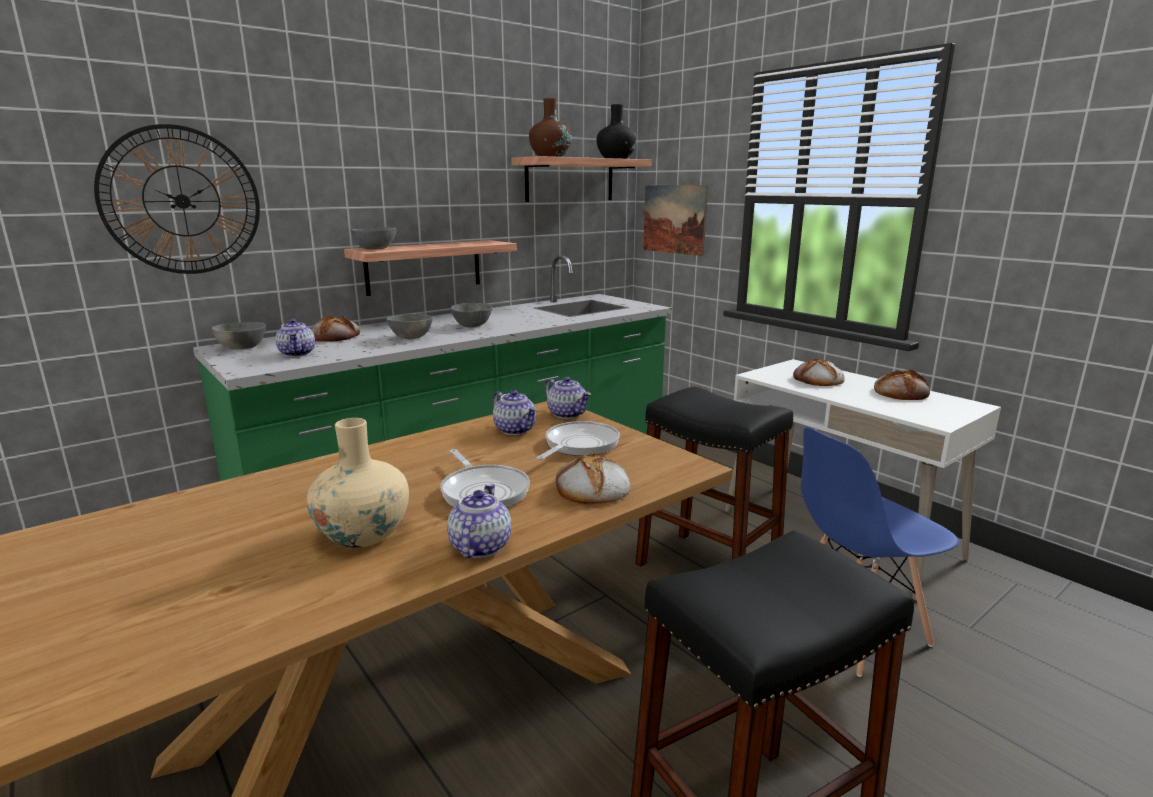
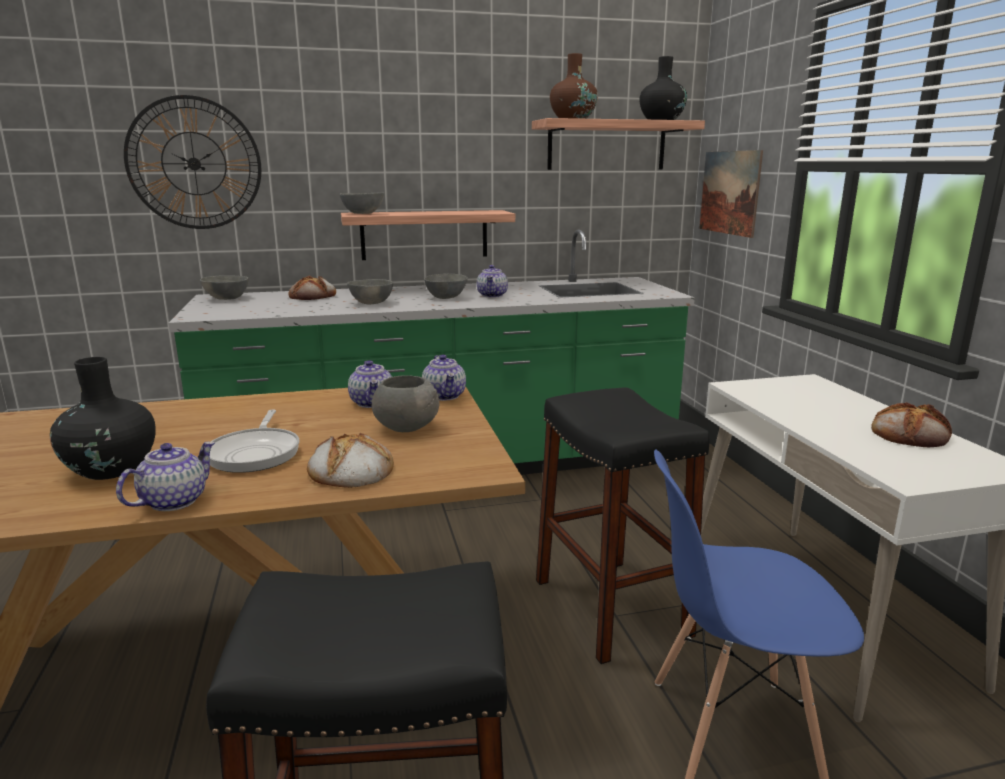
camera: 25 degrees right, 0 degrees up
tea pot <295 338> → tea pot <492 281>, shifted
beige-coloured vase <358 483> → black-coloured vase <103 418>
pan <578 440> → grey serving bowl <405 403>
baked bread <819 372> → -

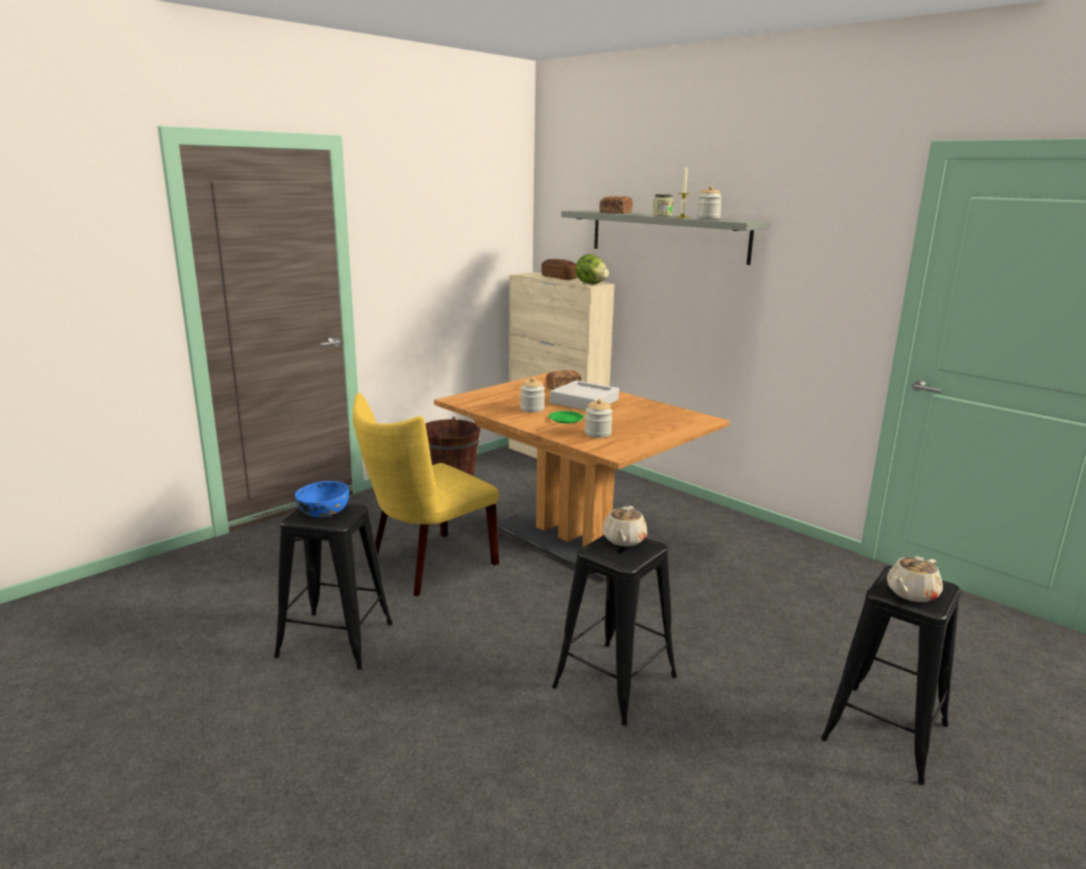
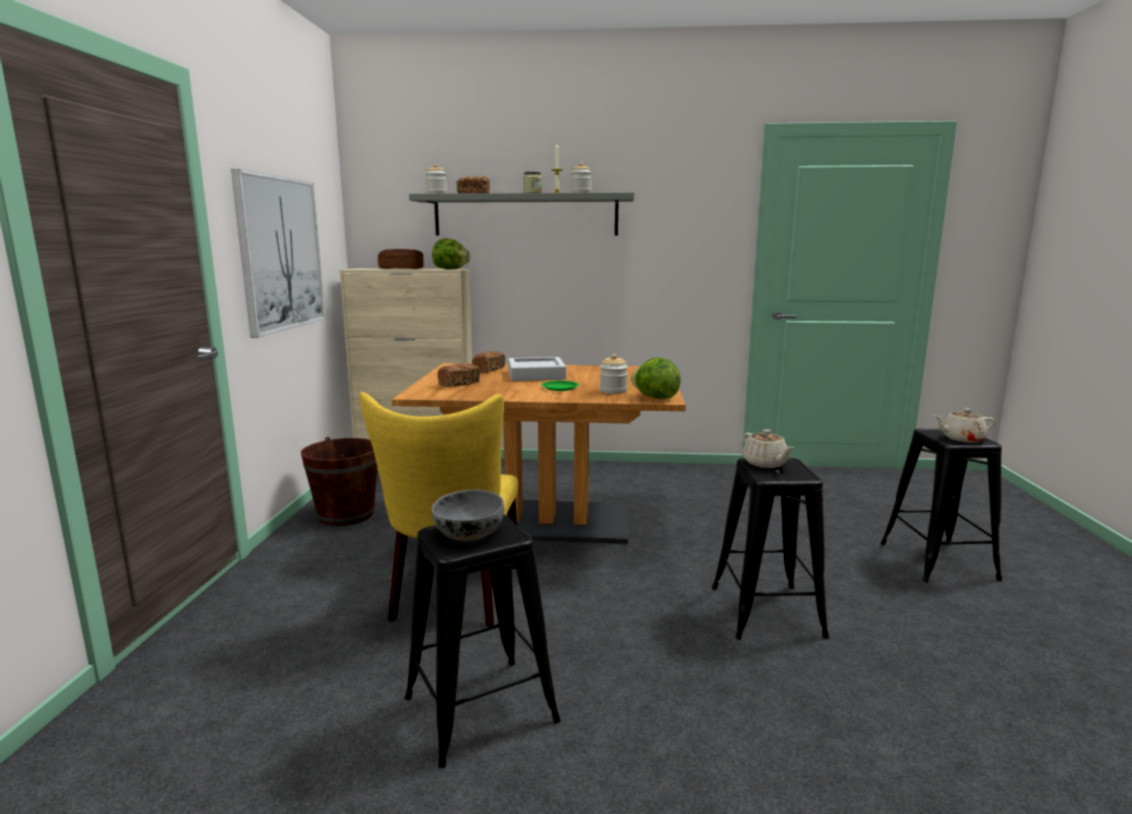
camera: 40 degrees left, 5 degrees down
blue serving bowl <322 499> → grey serving bowl <468 515>
jar <532 395> → jar <436 179>, shifted
beige-coloured tea pot <915 579> → beige-coloured tea pot <965 425>, 75 degrees clockwise
- → picture <278 253>
- → baked bread <458 375>
- → lettuce head <656 378>

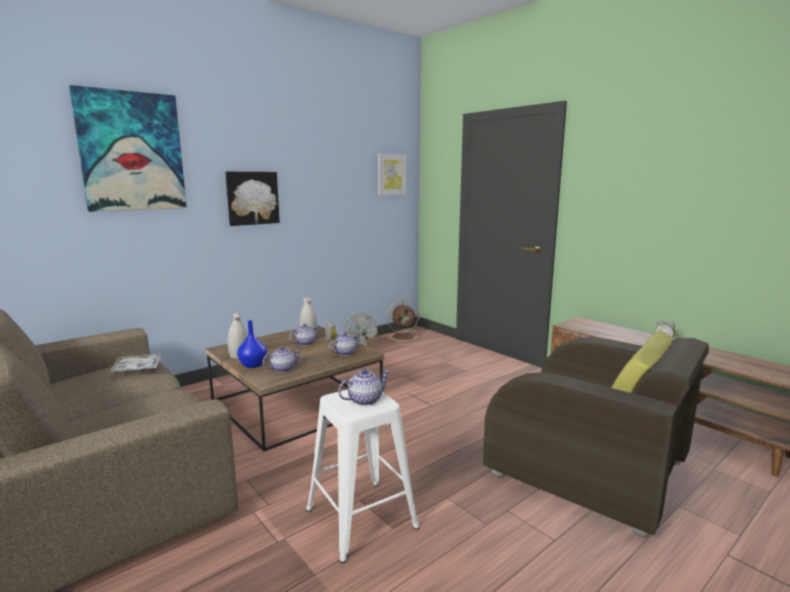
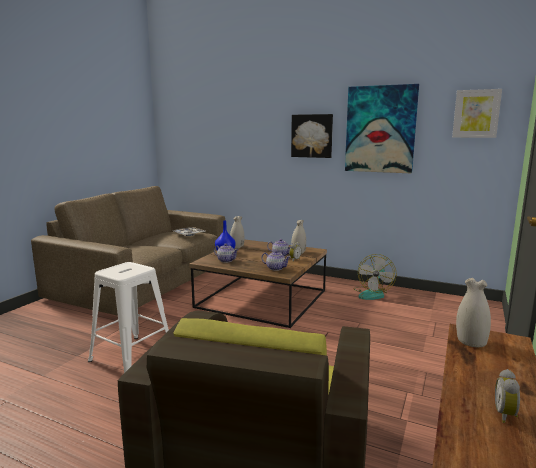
camera: 65 degrees right, 0 degrees up
picture <128 148> → picture <382 129>, shifted
tea pot <364 387> → -
brownish fan <402 321> → -
- → white vase <473 312>

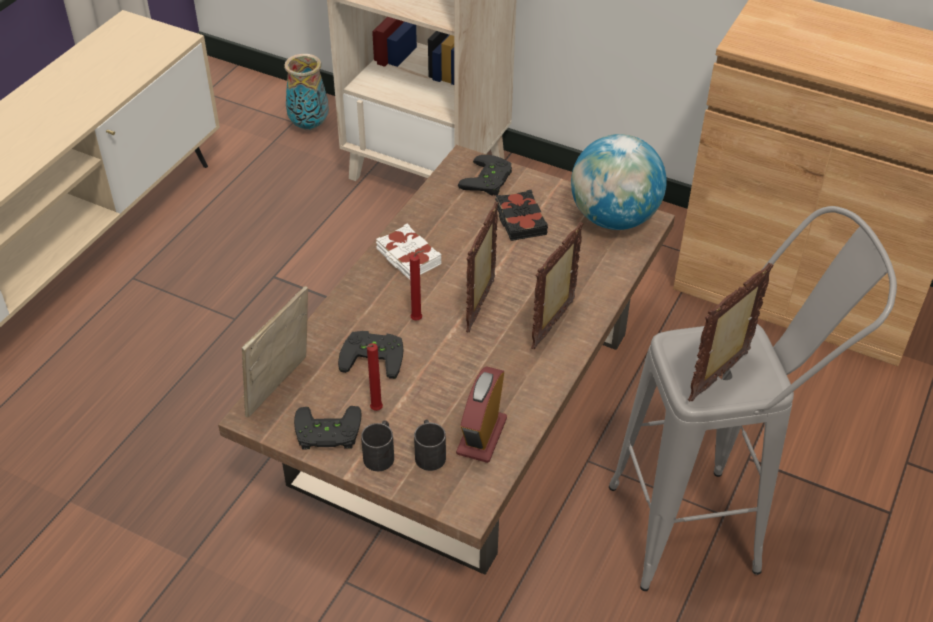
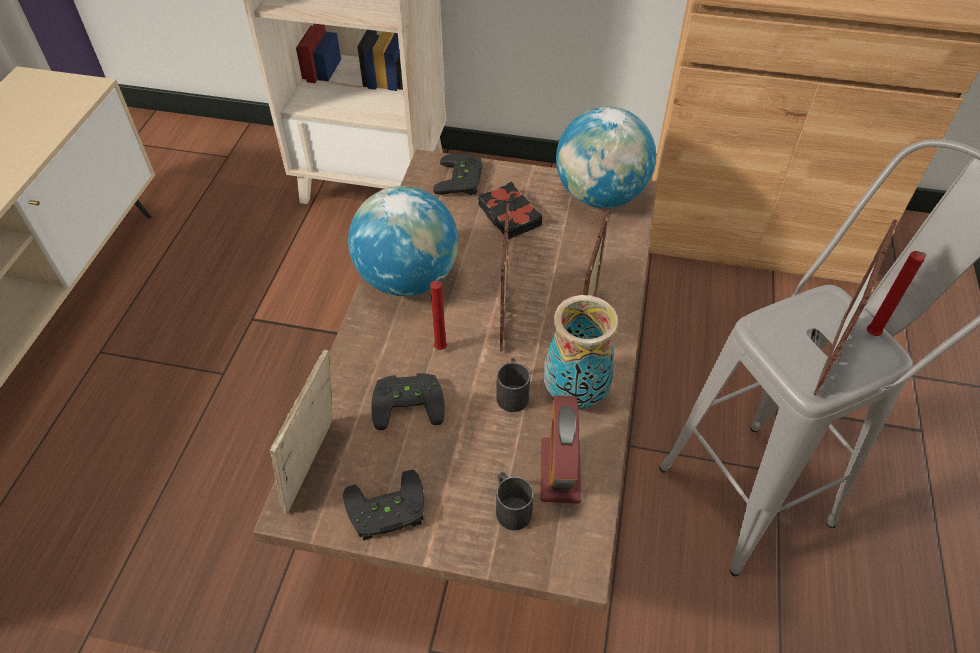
camera: 15 degrees left, 5 degrees up
vase <306 92> → vase <581 352>, shifted
black-coloured tea mug <377 445> → black-coloured tea mug <513 385>, shifted
reddish wax candle <374 377> → reddish wax candle <897 293>, shifted
white book <409 252> → desk globe <403 241>

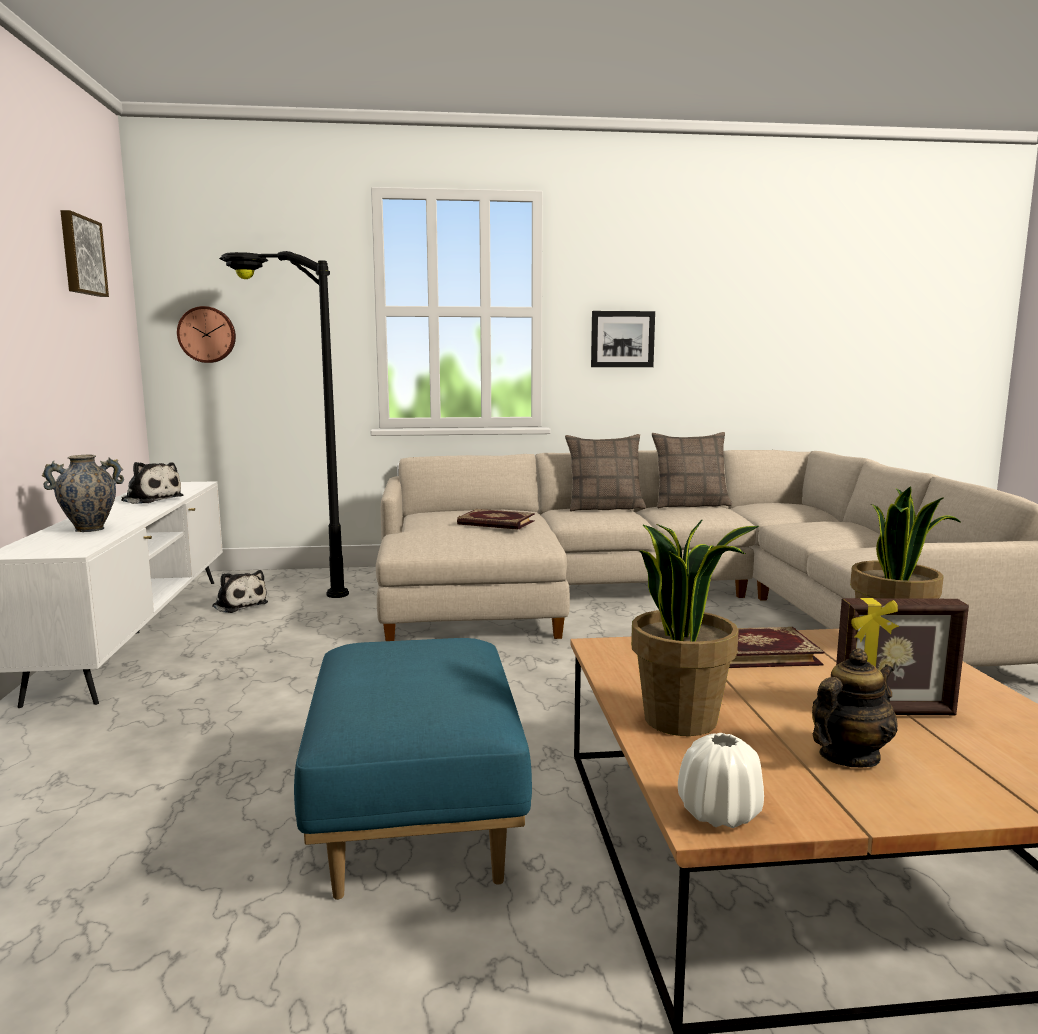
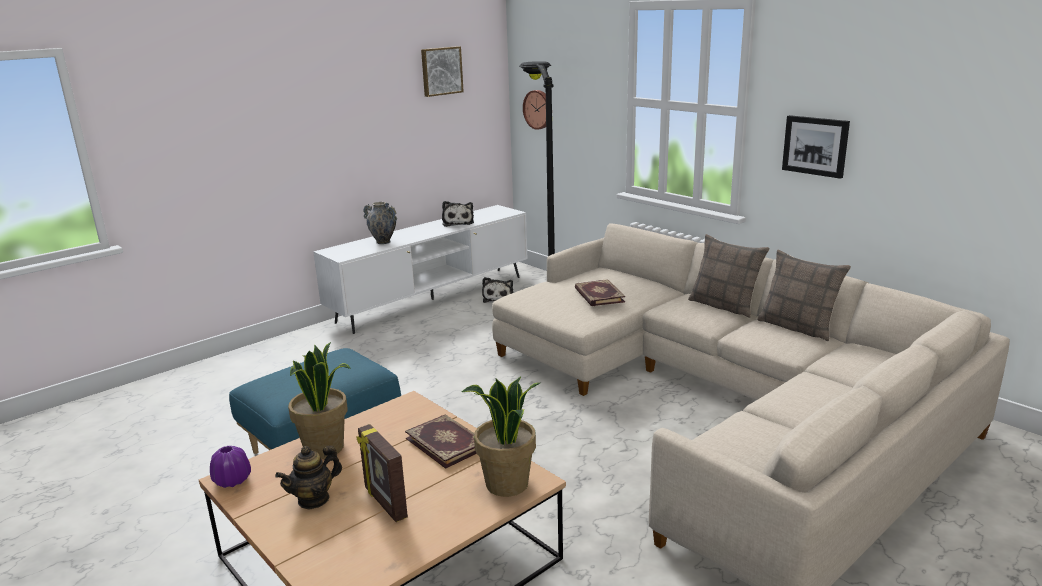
camera: 55 degrees right, 10 degrees up
white vase <721 780> → purplish vase <230 467>
tea pot <855 707> → tea pot <308 477>, 120 degrees clockwise

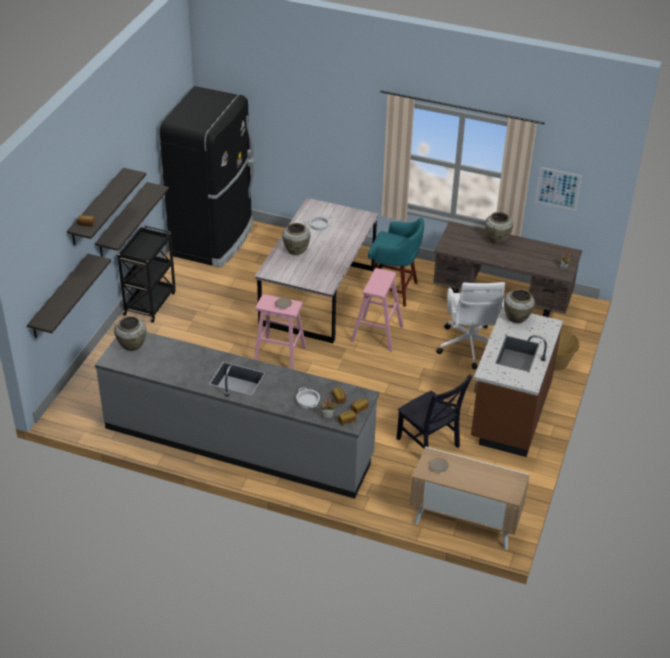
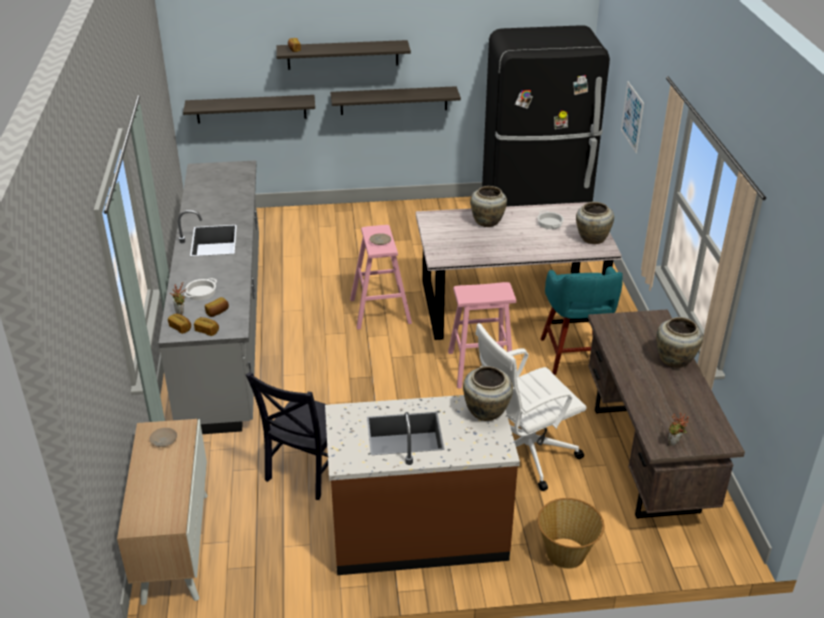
camera: 65 degrees right, 5 degrees down
beige-coloured vase <130 333> → beige-coloured vase <595 223>, shifted
black-coloured cart <146 274> → -
picture <558 189> → picture <632 117>, shifted

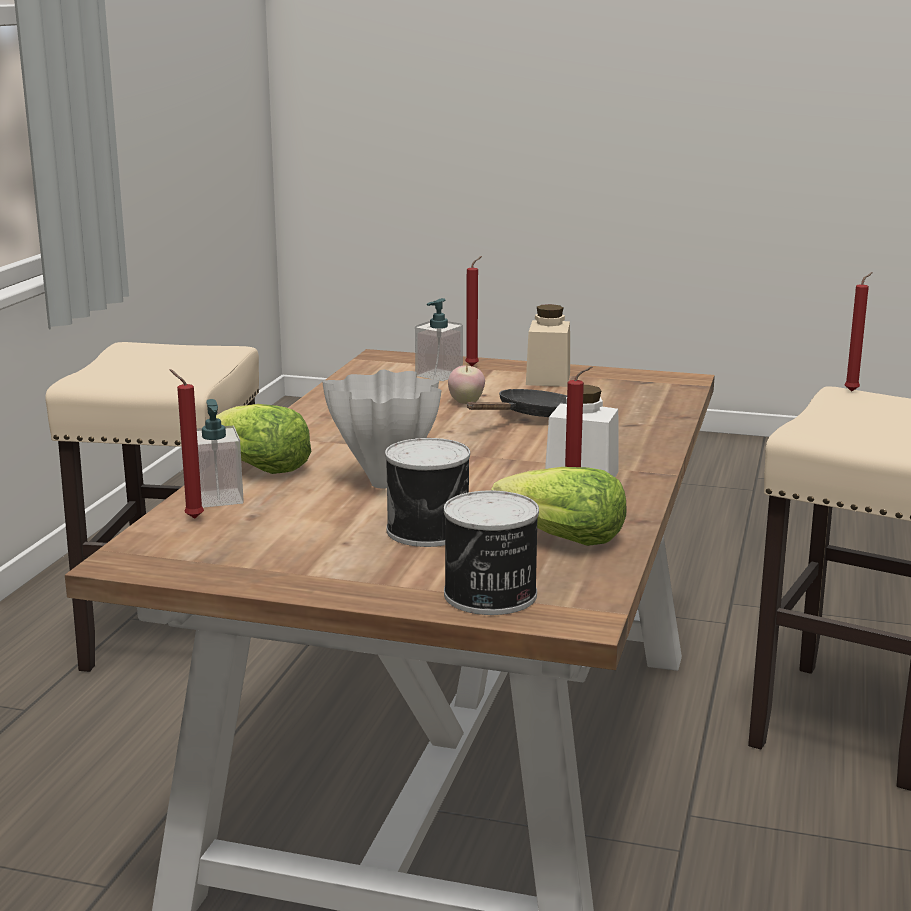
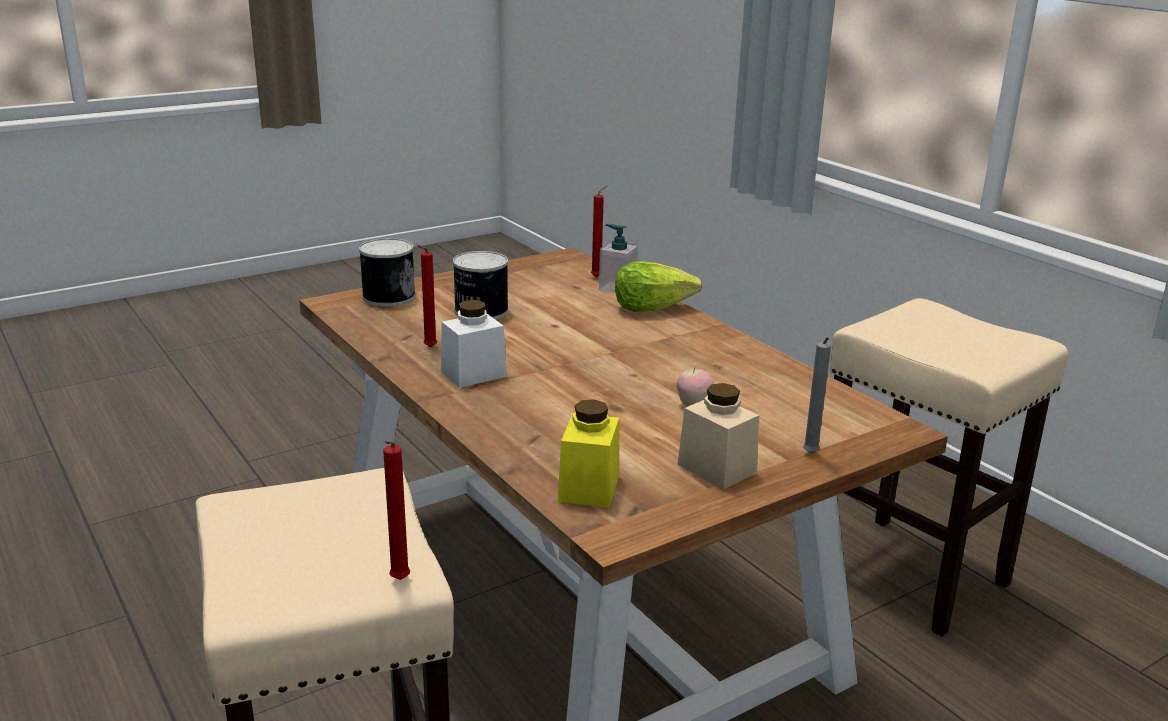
camera: 130 degrees right, 5 degrees up
white vase <382 429> → -
soap bottle <439 339> → -
reddish wax candle <473 311> → grey wax candle <817 395>
black-coloured pan <517 403> → -
lettuce head <558 506> → -
- → yellow jar <588 453>

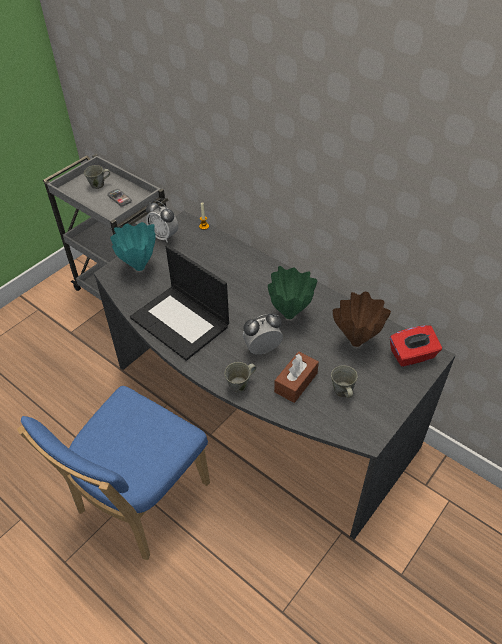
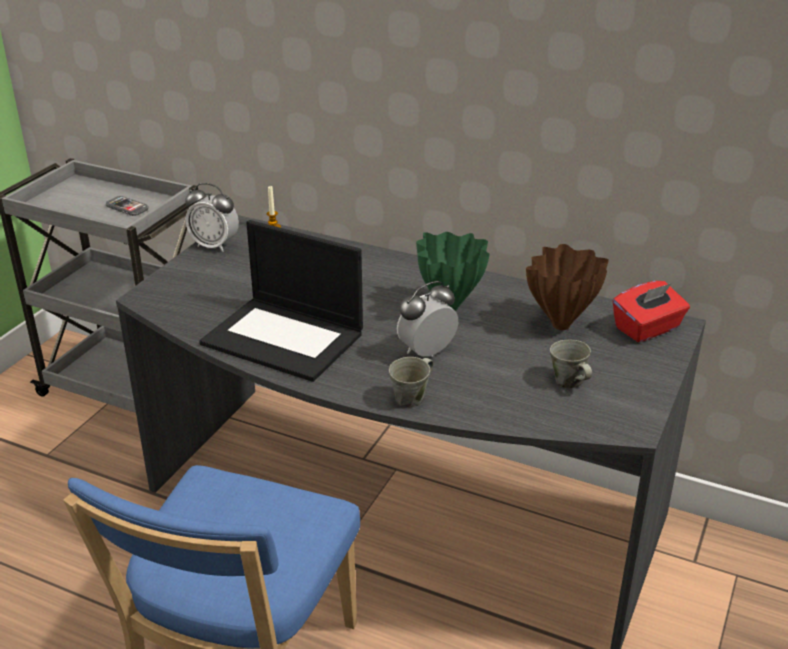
camera: 15 degrees left, 15 degrees down
grey tea mug <97 177> → -
turquoise-coloured vase <132 246> → -
brownish tissue box <296 377> → -

